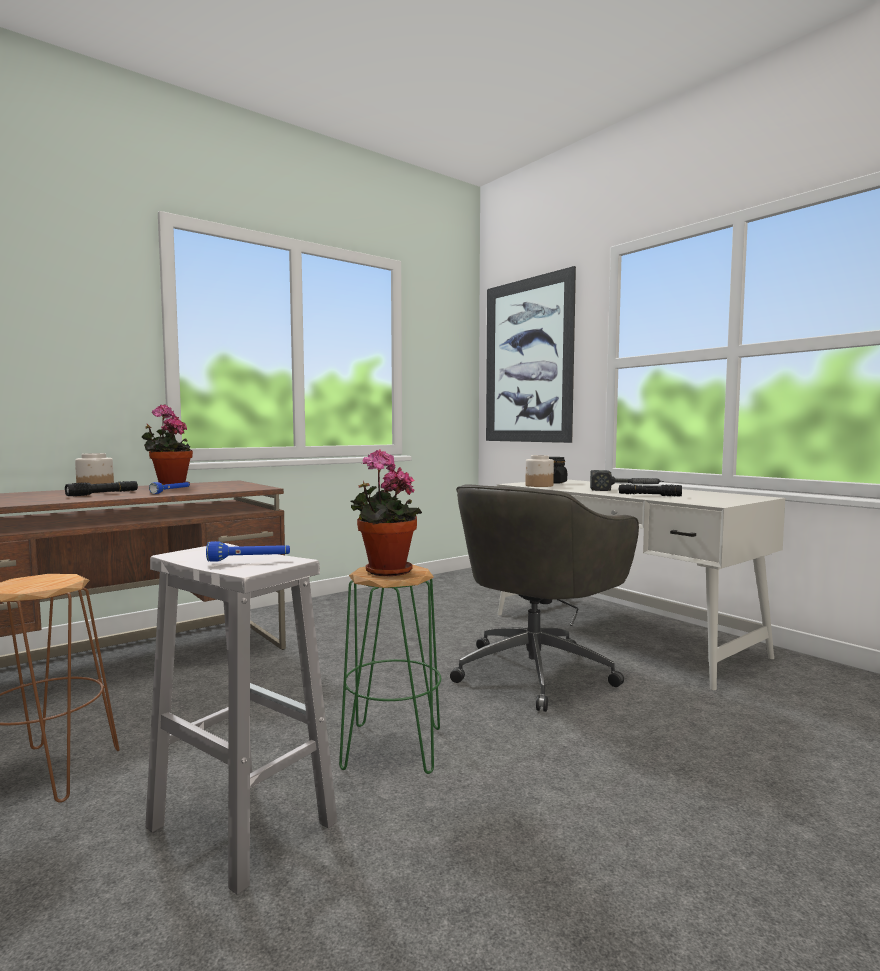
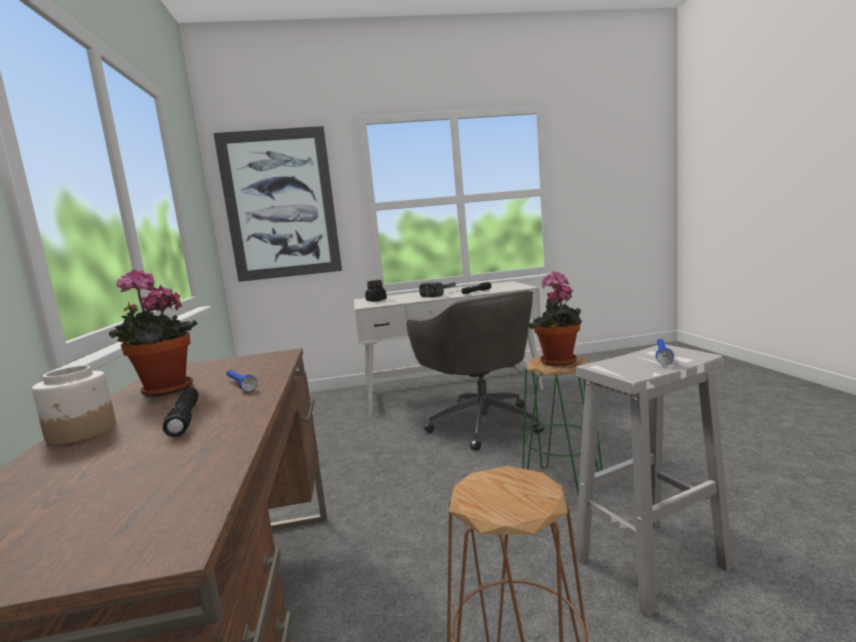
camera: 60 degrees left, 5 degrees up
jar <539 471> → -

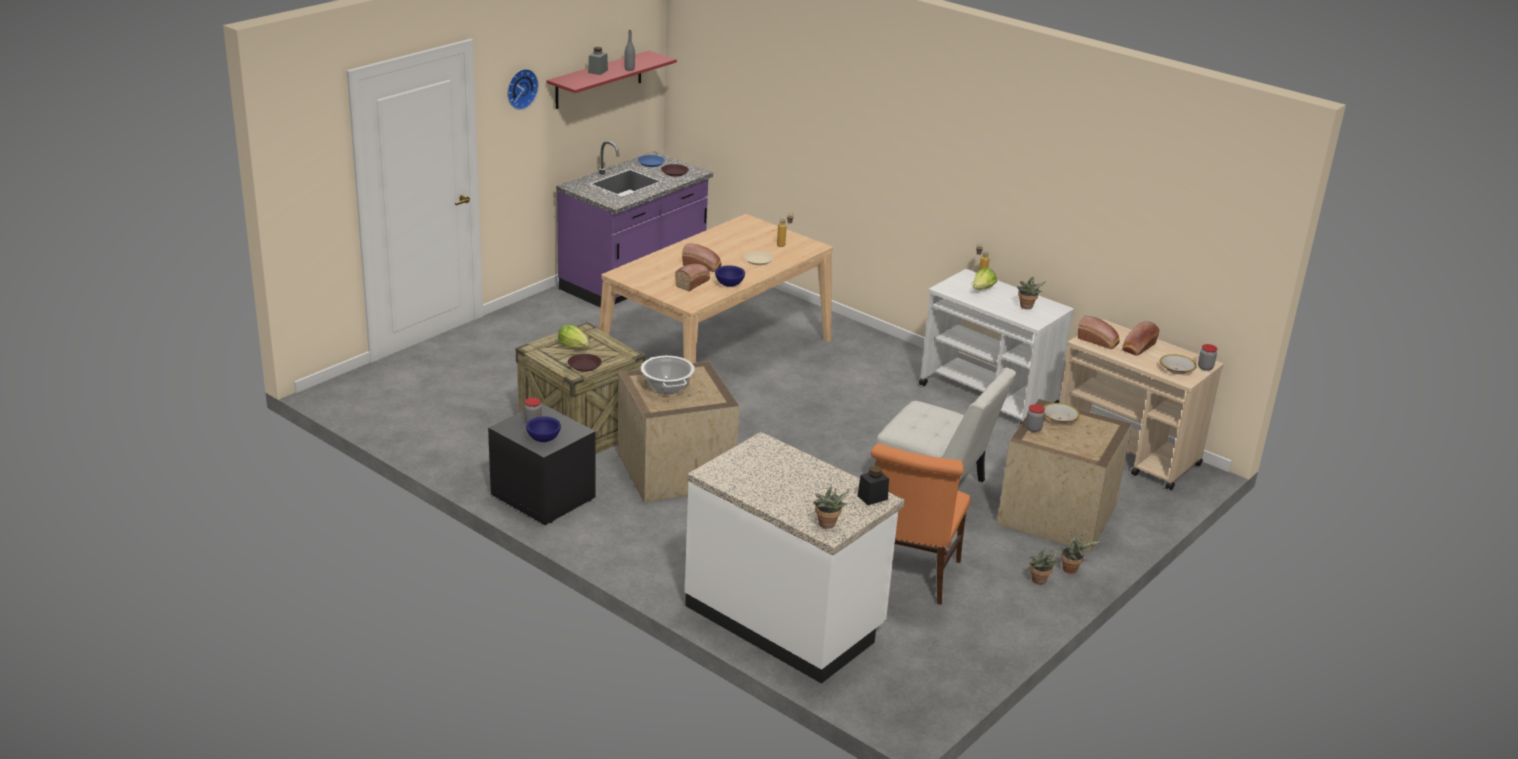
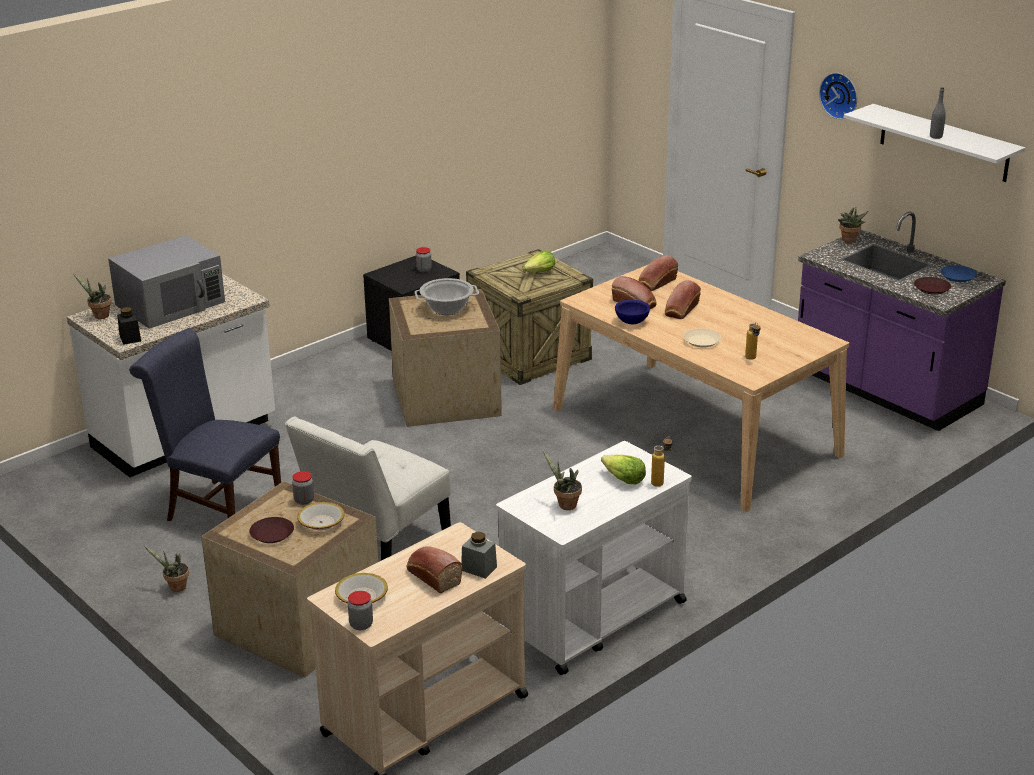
camera: 100 degrees right, 0 degrees up
blue serving bowl <543 429> → -
reddish wall shelf <611 80> → white wall shelf <934 143>
brownish plate <585 363> → brownish plate <271 530>, shifted
grey jar <598 61> → grey jar <479 555>, shifted
orange-coloured upright chair <920 524> → blue upright chair <205 424>
plant in a pot <1081 553> → plant in a pot <853 225>, shifted
baked bread <1099 332> → baked bread <658 273>, shifted
- → grey microwave oven <166 282>

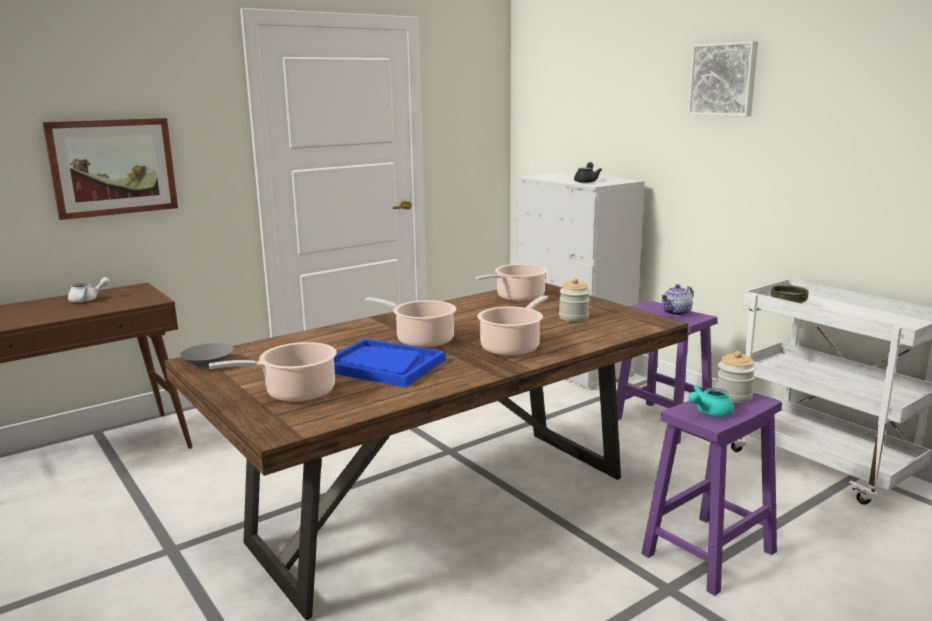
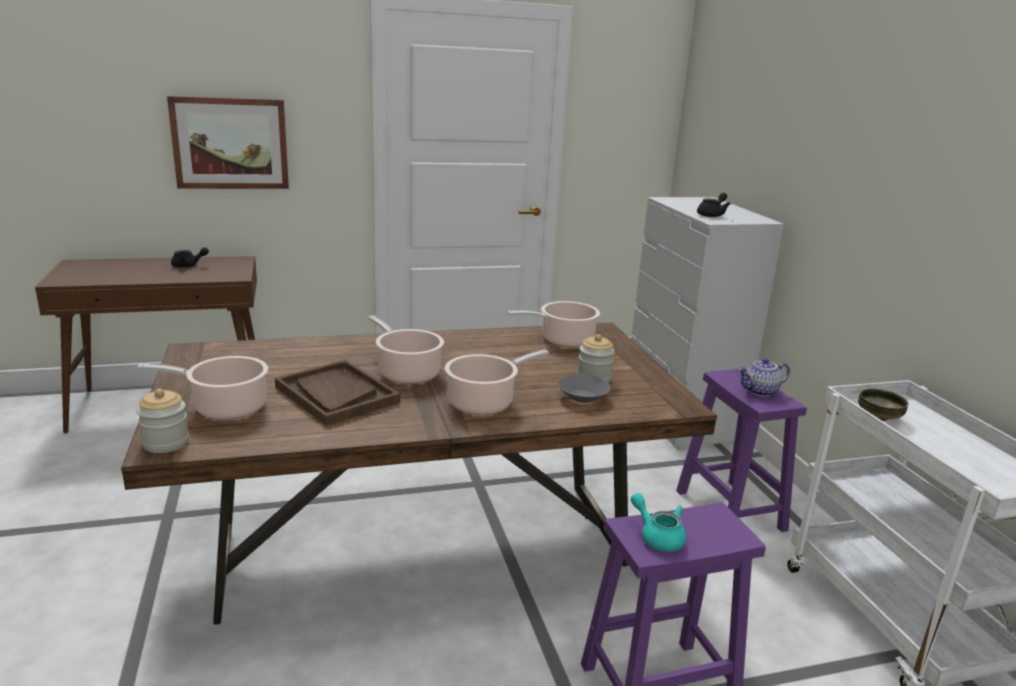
camera: 20 degrees right, 5 degrees up
white tea pot <89 290> → black-coloured tea pot <190 257>
grey serving bowl <207 355> → grey serving bowl <584 388>, shifted
blue serving tray <389 363> → brownish serving tray <337 393>
picture <723 78> → -
turquoise-coloured tea pot <711 401> → turquoise-coloured tea pot <658 522>, 60 degrees clockwise
jar <736 377> → jar <163 421>, shifted

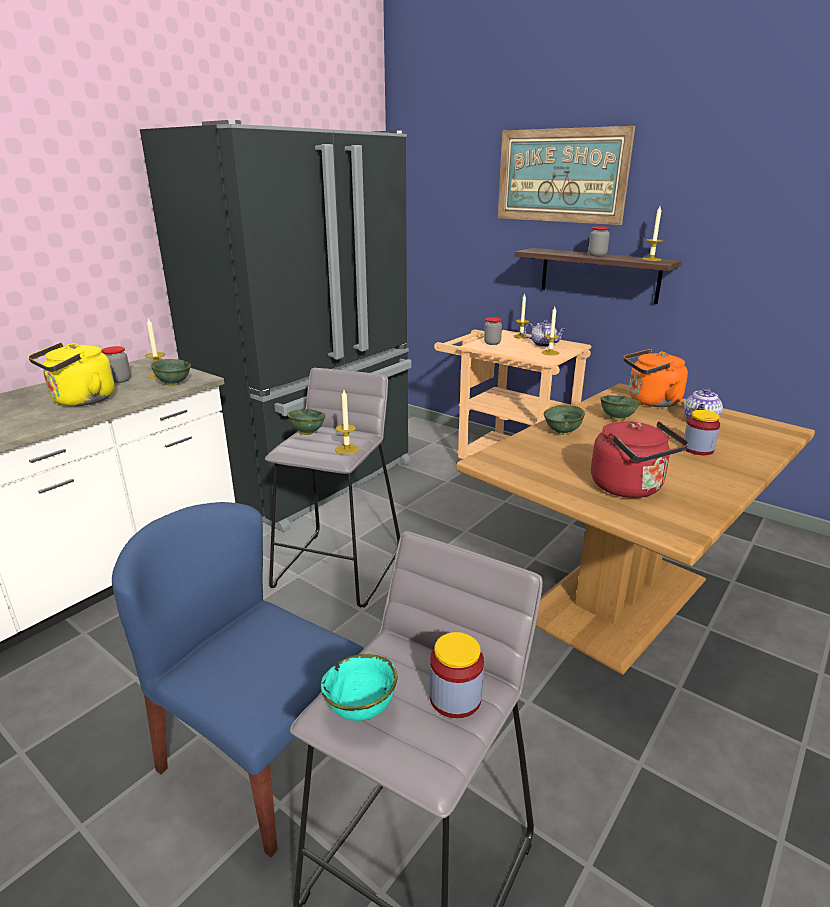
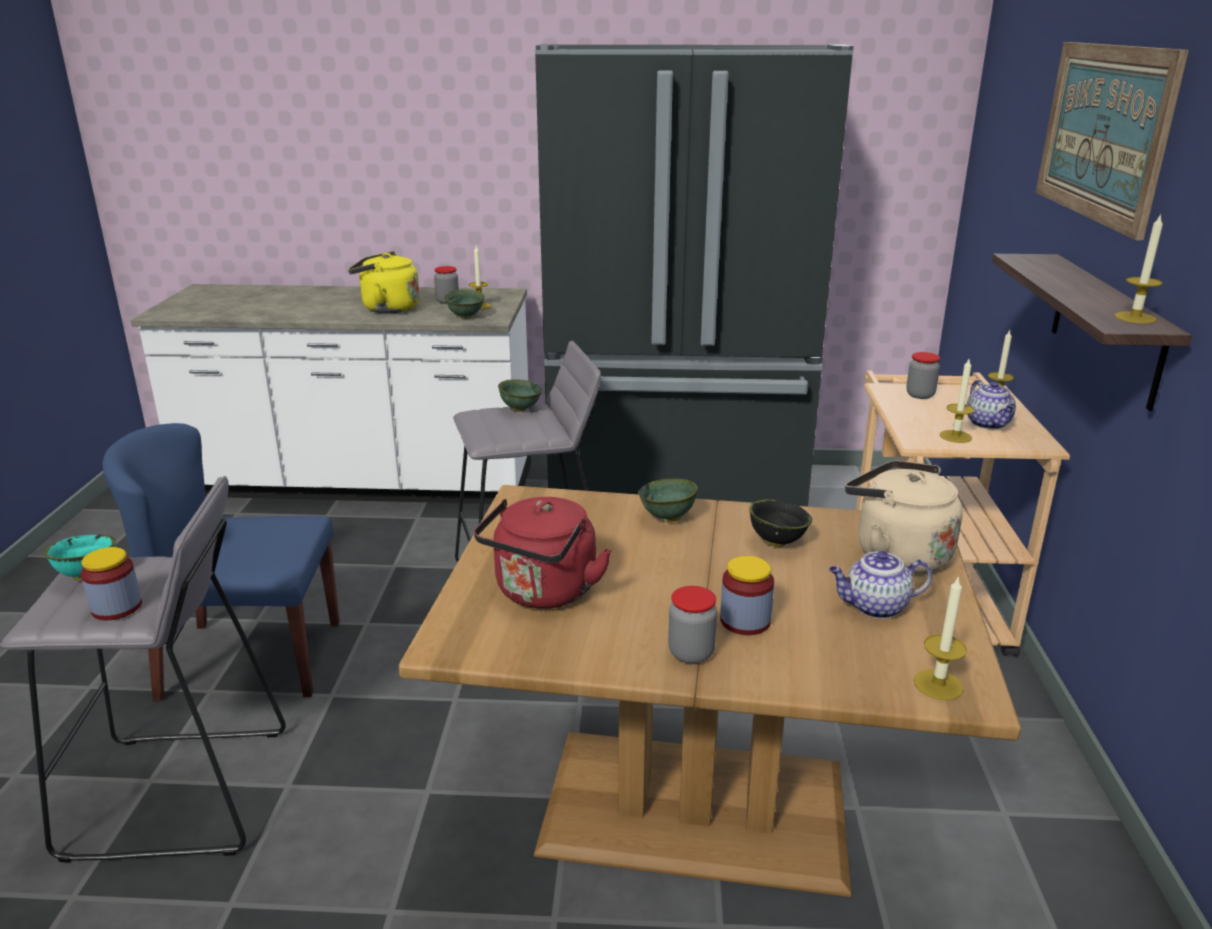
camera: 55 degrees right, 0 degrees up
blue upright chair <238 679> → blue upright chair <221 562>, 90 degrees counterclockwise
wax candle <347 422> → wax candle <940 638>, shifted
jar <599 241> → jar <692 625>, shifted
green-coloured serving bowl <620 408> → black-coloured serving bowl <780 523>
orange-coloured water kettle <655 378> → beige-coloured water kettle <904 516>

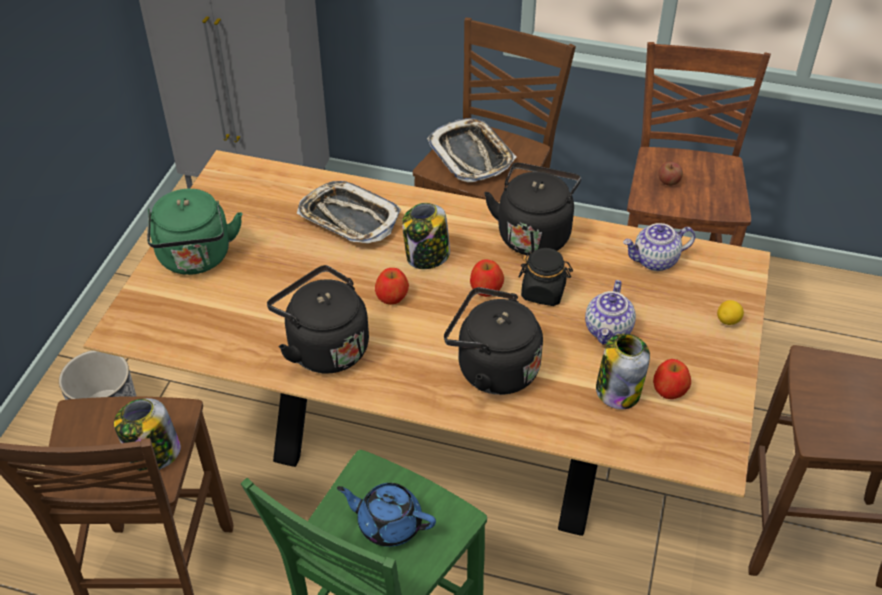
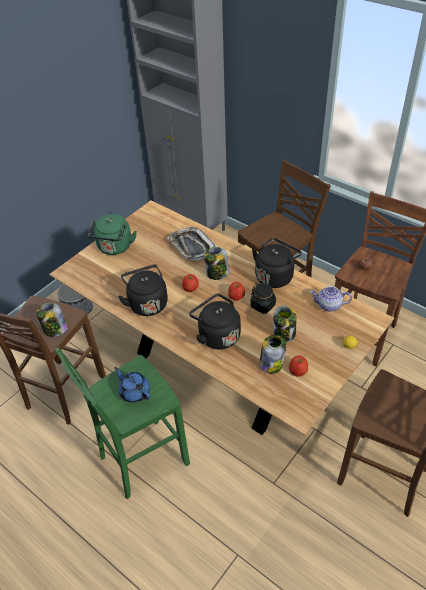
camera: 25 degrees right, 0 degrees up
serving tray <472 150> → -
tea pot <610 312> → jar <284 323>

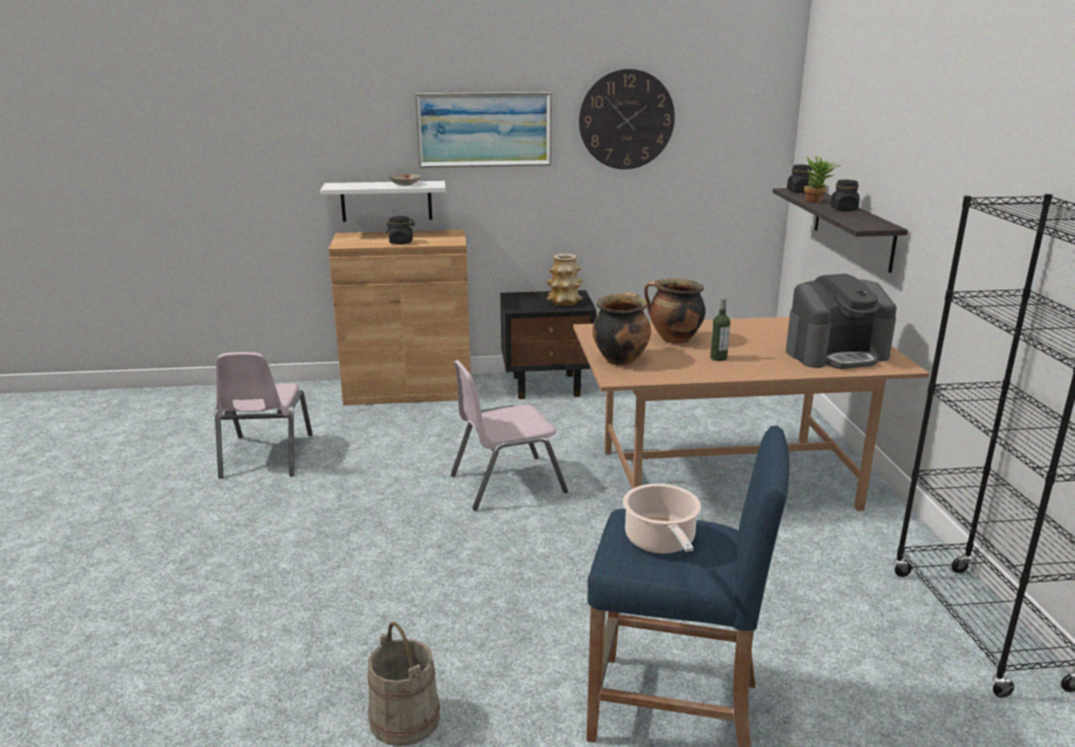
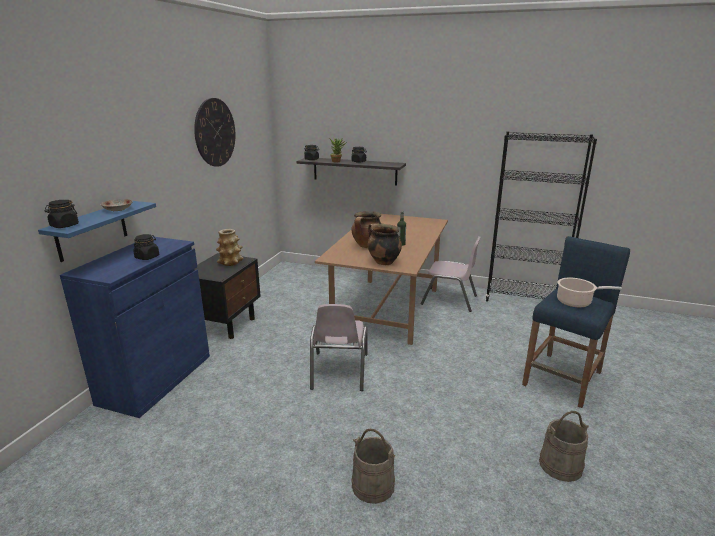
camera: 65 degrees left, 0 degrees up
pink upright chair <264 415> → pink upright chair <451 274>, shifted
white wall shelf <383 201> → blue wall shelf <97 231>
brownish cabinet <399 317> → blue cabinet <135 327>
picture <483 130> → -
coffee brewer <841 321> → -
- → black-coloured jar <61 214>
- → beige-coloured water bucket <373 466>

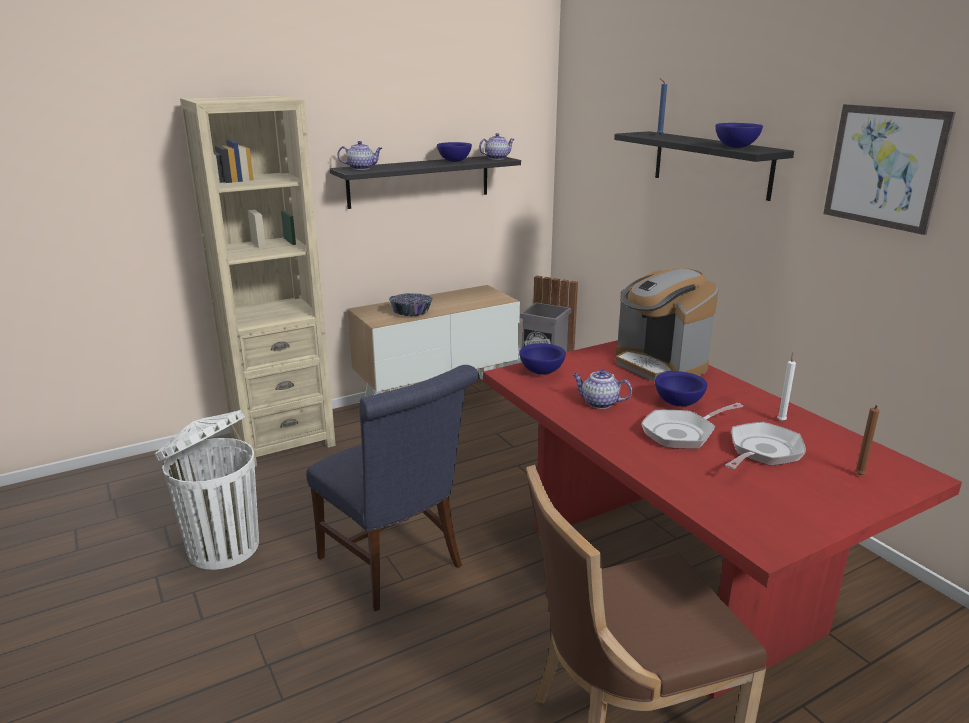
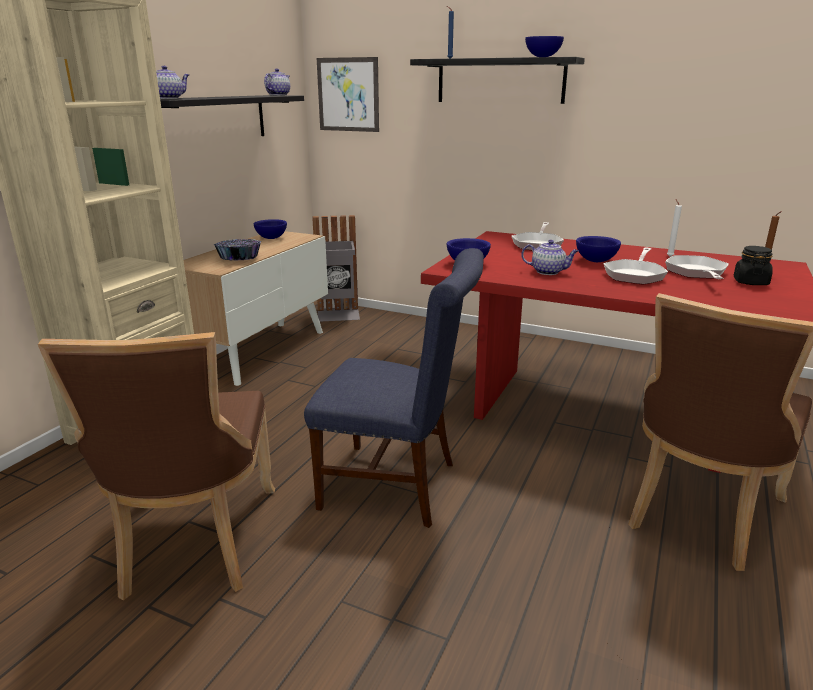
camera: 35 degrees left, 0 degrees up
white trash can <207 490> → brownish upright chair <156 466>
blue serving bowl <454 152> → blue serving bowl <270 229>, shifted
tea pot <602 389> → tea pot <550 257>, 150 degrees counterclockwise
coffee brewer <667 325> → pan <537 236>
picture <889 169> → picture <348 94>, shifted
- → black-coloured jar <753 265>

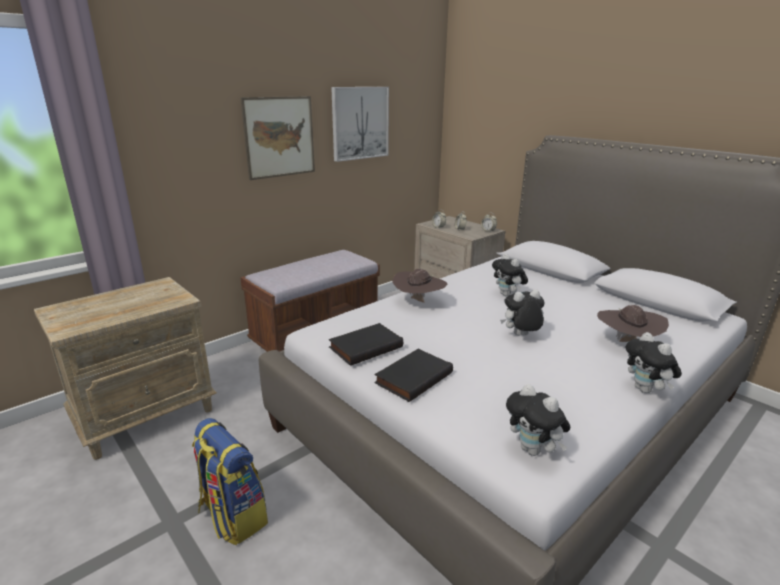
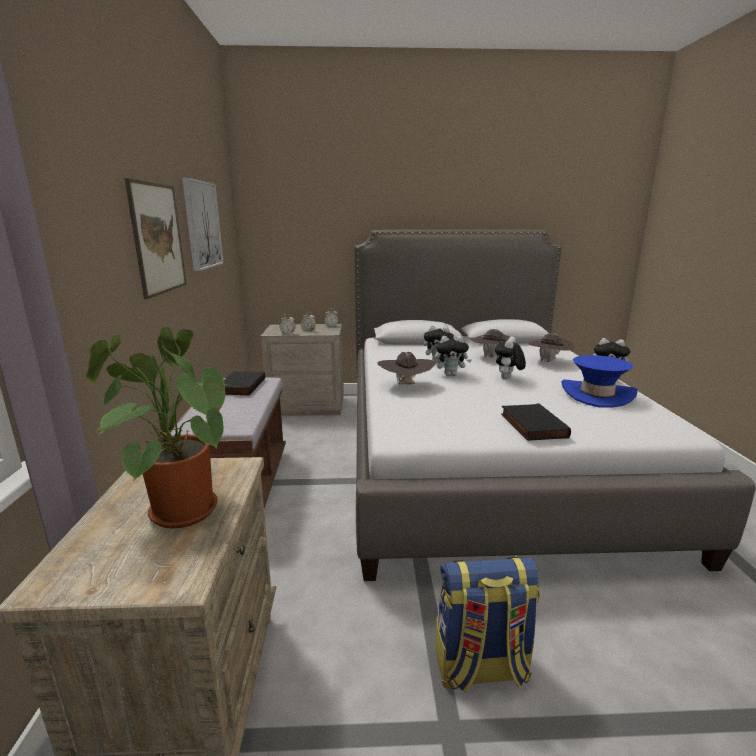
camera: 50 degrees left, 5 degrees down
black-coloured book <366 344> → black-coloured book <244 383>, shifted
plush toy <538 420> → plush toy <453 356>, shifted
- → plant in a pot <161 428>
- → brownish hat <491 343>
- → blue hat <599 381>

